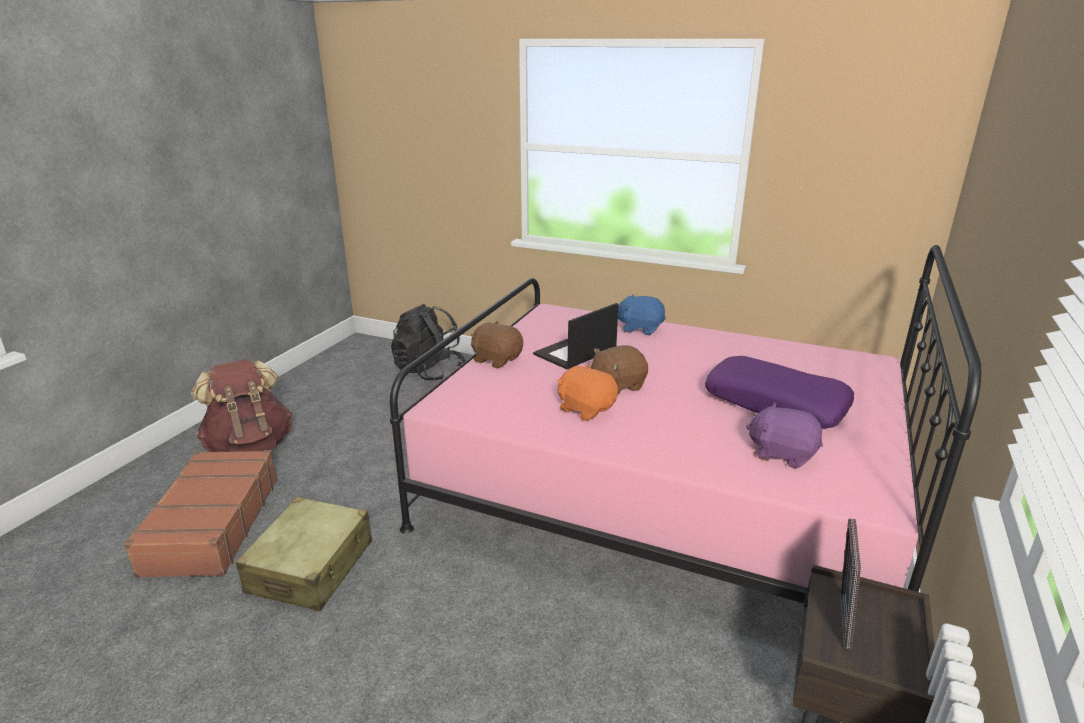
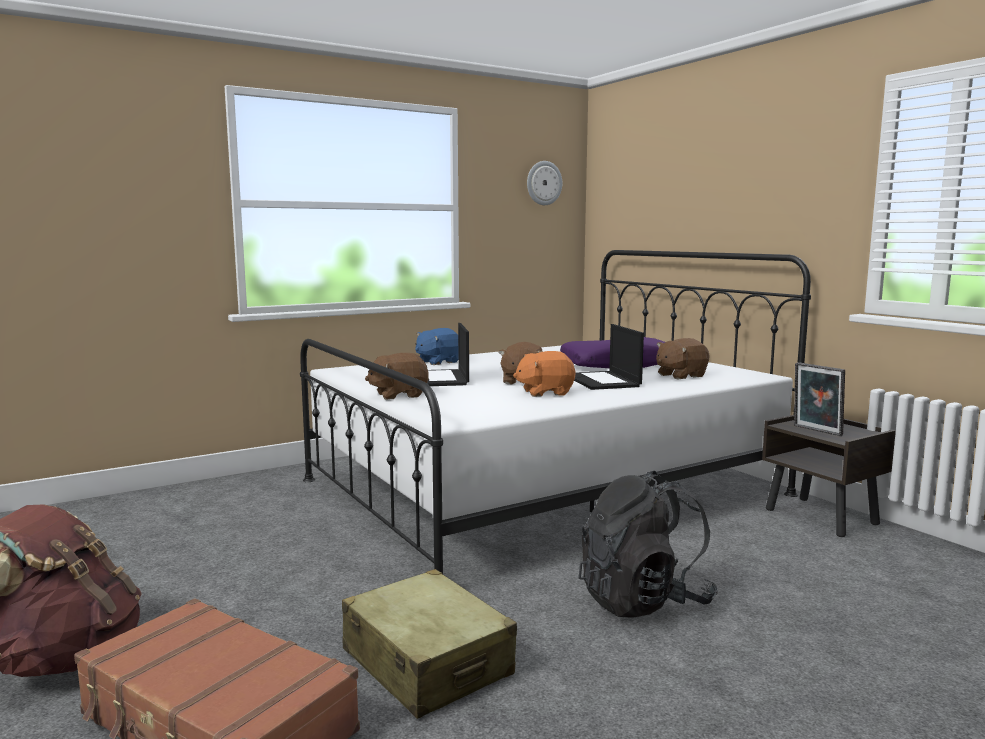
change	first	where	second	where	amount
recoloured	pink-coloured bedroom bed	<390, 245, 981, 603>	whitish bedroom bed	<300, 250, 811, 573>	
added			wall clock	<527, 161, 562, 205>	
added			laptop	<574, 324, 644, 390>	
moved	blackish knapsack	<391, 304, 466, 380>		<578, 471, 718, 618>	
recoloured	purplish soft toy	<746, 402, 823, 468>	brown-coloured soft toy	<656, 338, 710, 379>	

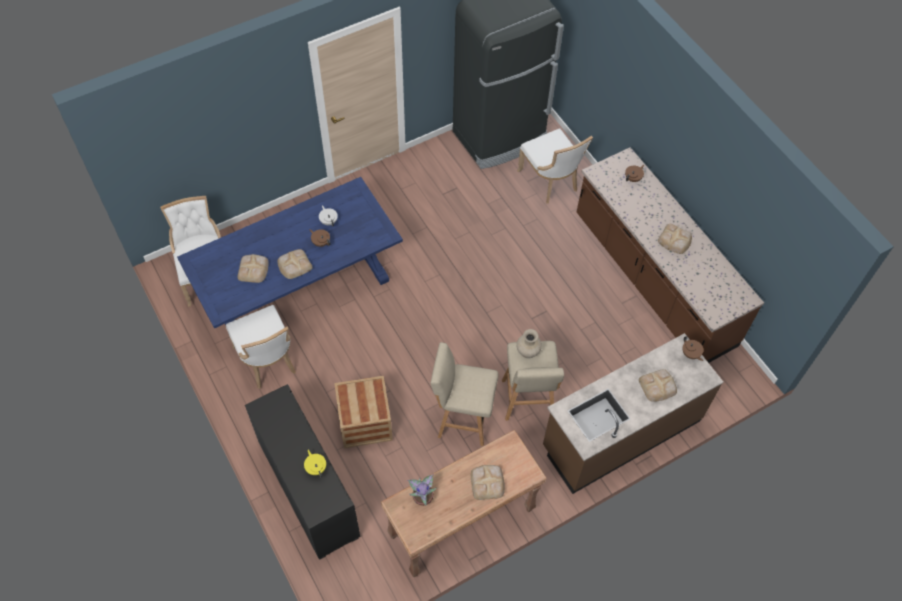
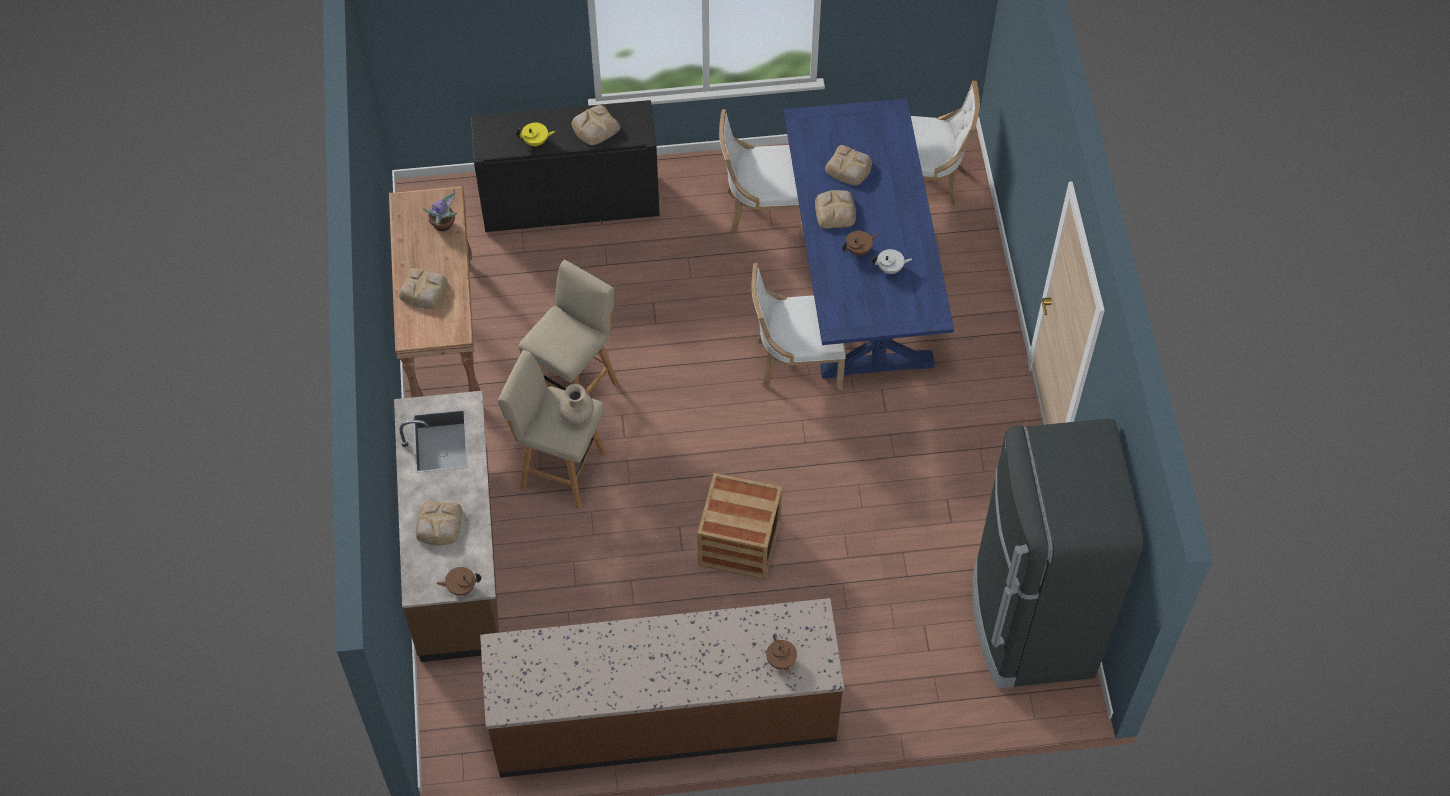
change	first	where	second	where	amount
moved	bread	<658, 224, 692, 254>		<572, 105, 621, 145>	
moved	shipping crate	<334, 376, 393, 448>		<697, 473, 782, 580>	
moved	whitish plain chair	<517, 128, 593, 204>		<751, 263, 846, 390>	

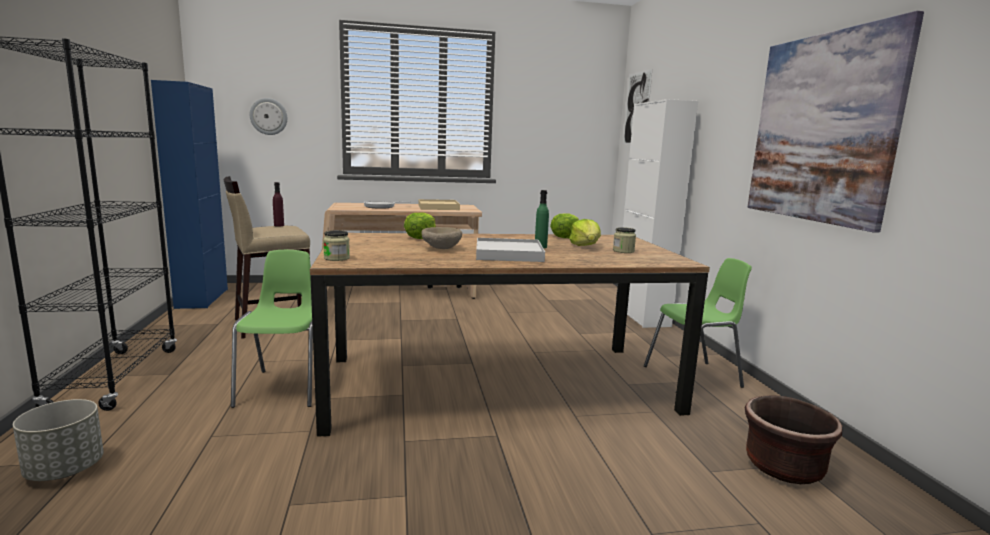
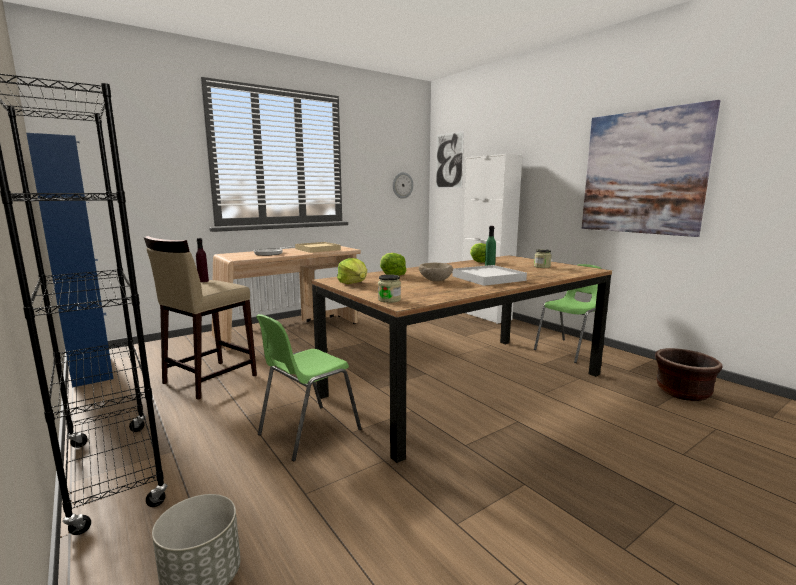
change	first	where	second	where	amount
turned	greenish plain chair	<231, 250, 313, 408>		<256, 314, 362, 461>	105 degrees counterclockwise
moved	head of lettuce	<569, 219, 601, 246>		<337, 258, 367, 284>	
moved	wall clock	<250, 98, 287, 135>		<393, 172, 413, 199>	

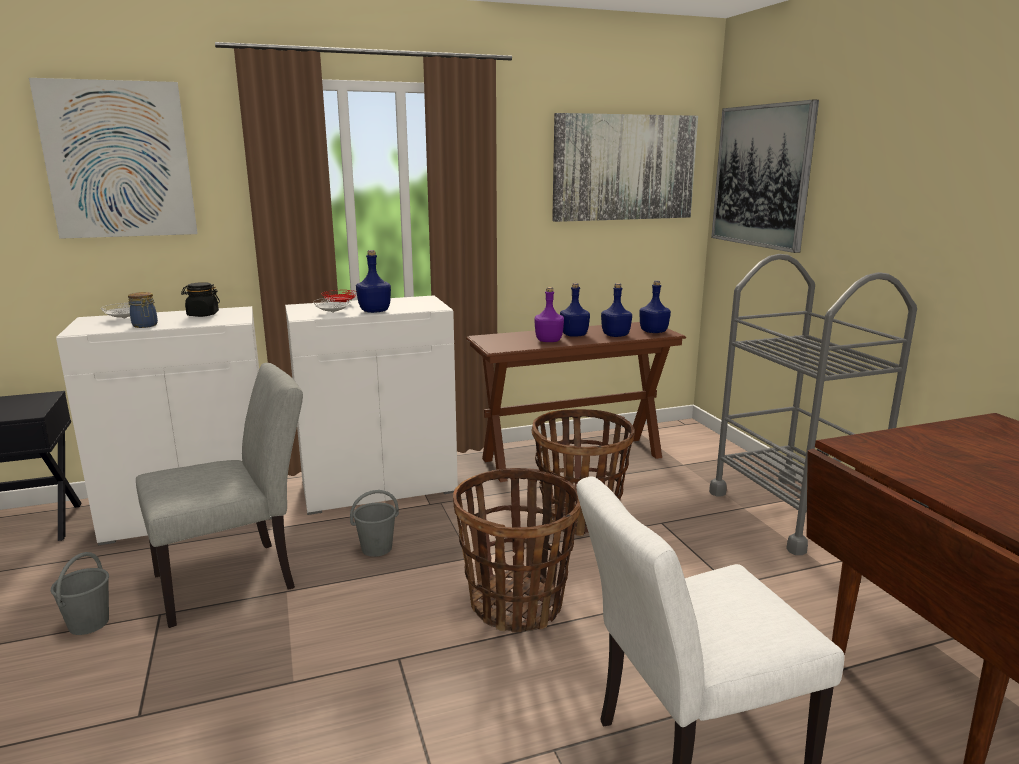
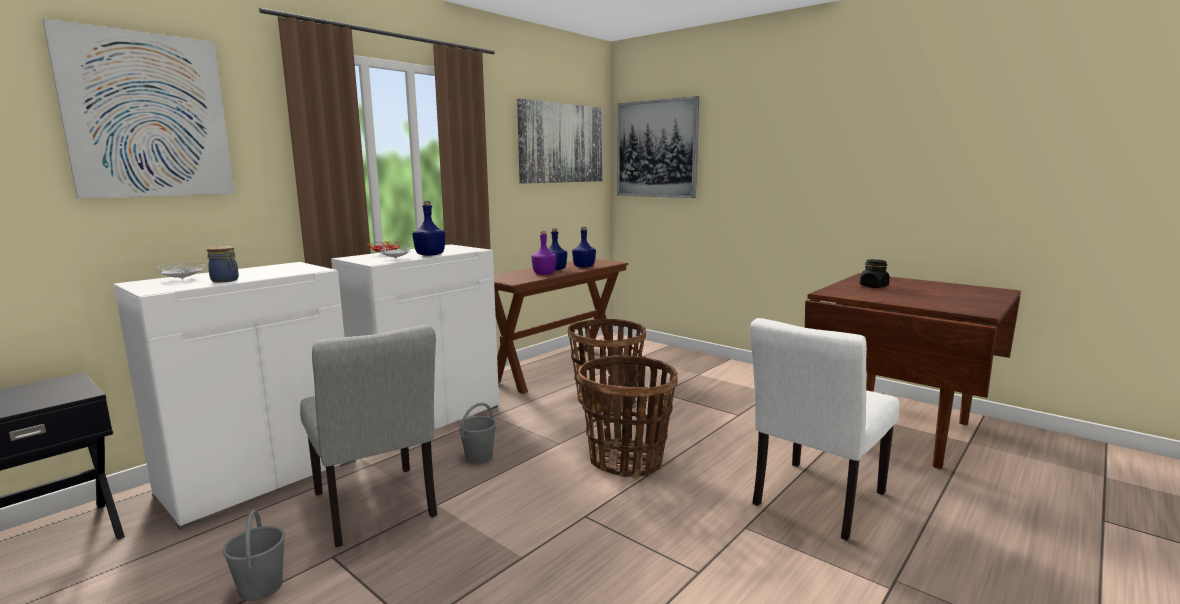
change	first	where	second	where	amount
turned	grey plain chair	<136, 363, 303, 628>		<300, 325, 437, 547>	120 degrees clockwise
moved	blackish jar	<181, 282, 220, 317>		<859, 259, 890, 288>	
removed	blue bottle	<639, 280, 671, 333>			
removed	grey wheeled cart	<709, 254, 917, 555>			

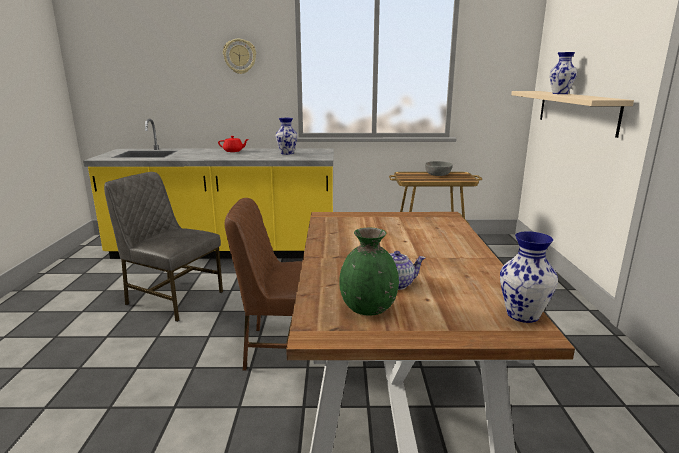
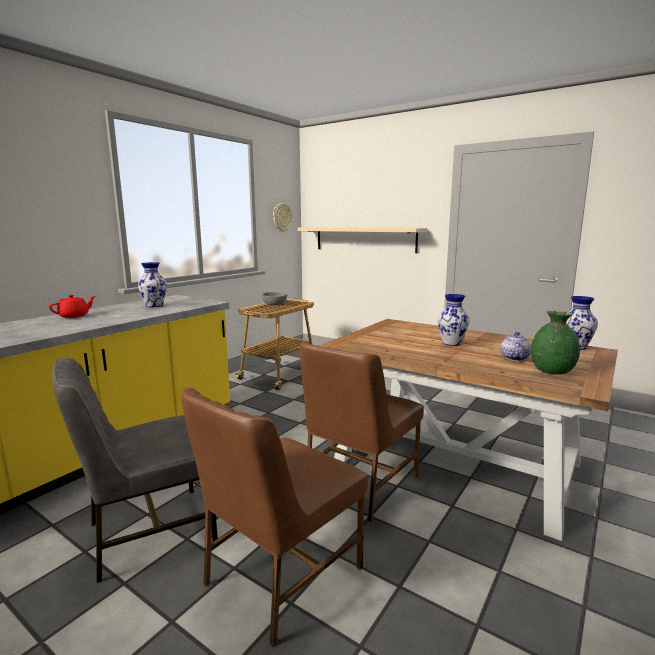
change	first	where	second	where	amount
added			brown-coloured plain chair	<181, 388, 368, 647>	
moved	wall clock	<223, 39, 256, 74>		<273, 203, 292, 232>	
moved	decorative vase	<550, 52, 577, 94>		<437, 294, 470, 346>	

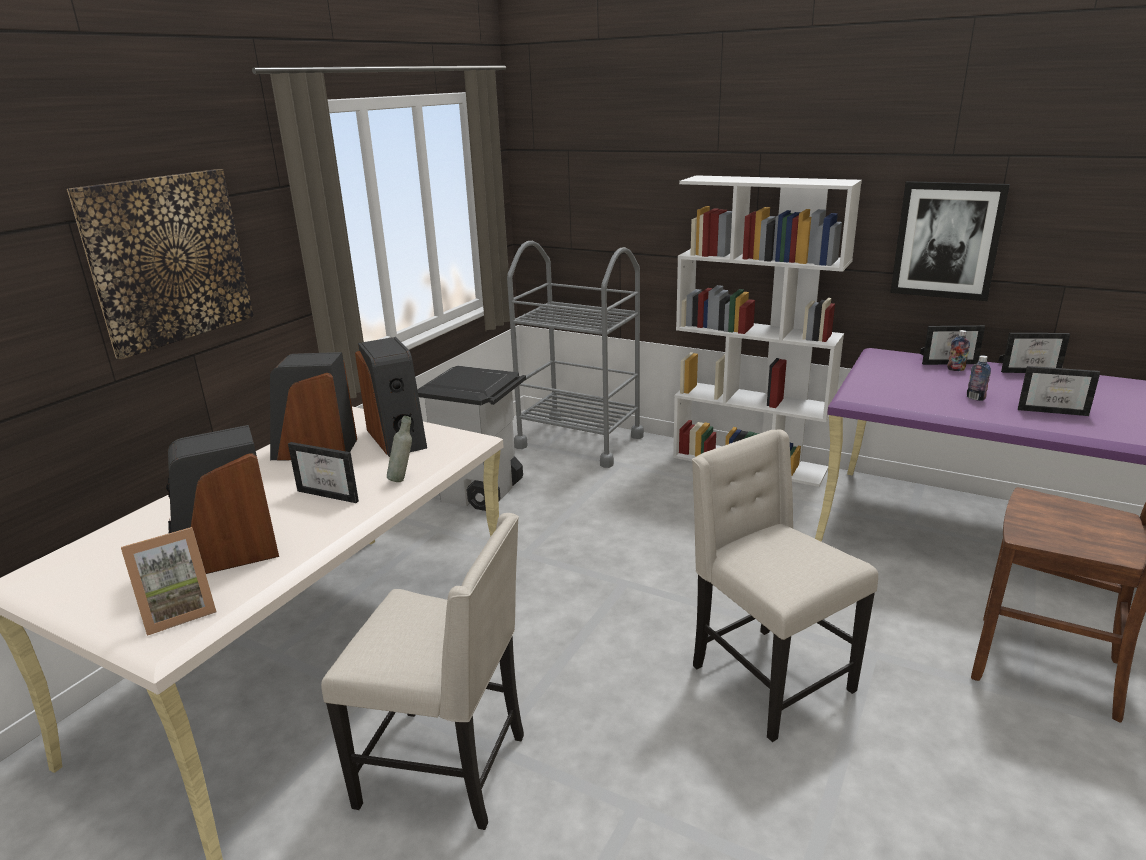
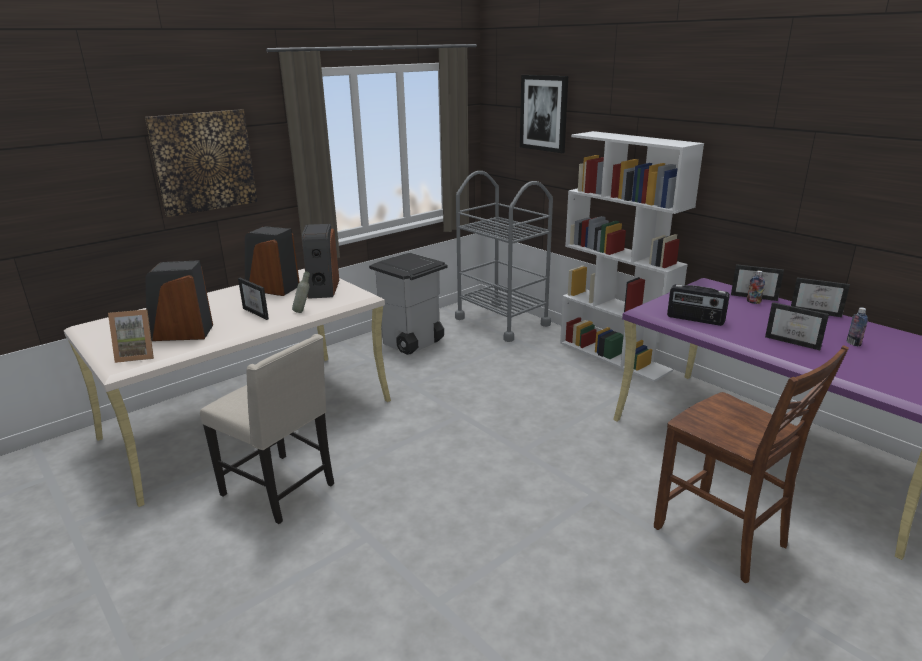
change	first	where	second	where	amount
moved	wall picture	<890, 181, 1010, 301>		<520, 75, 568, 153>	
added			radio	<667, 284, 730, 326>	
moved	bottle	<967, 355, 991, 401>		<847, 307, 868, 347>	
removed	beige-coloured plain chair	<692, 429, 878, 742>			

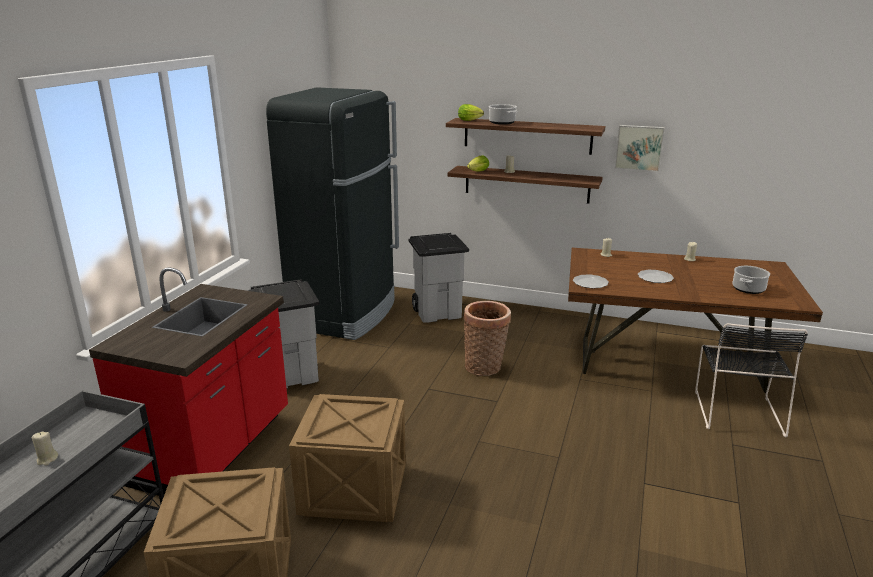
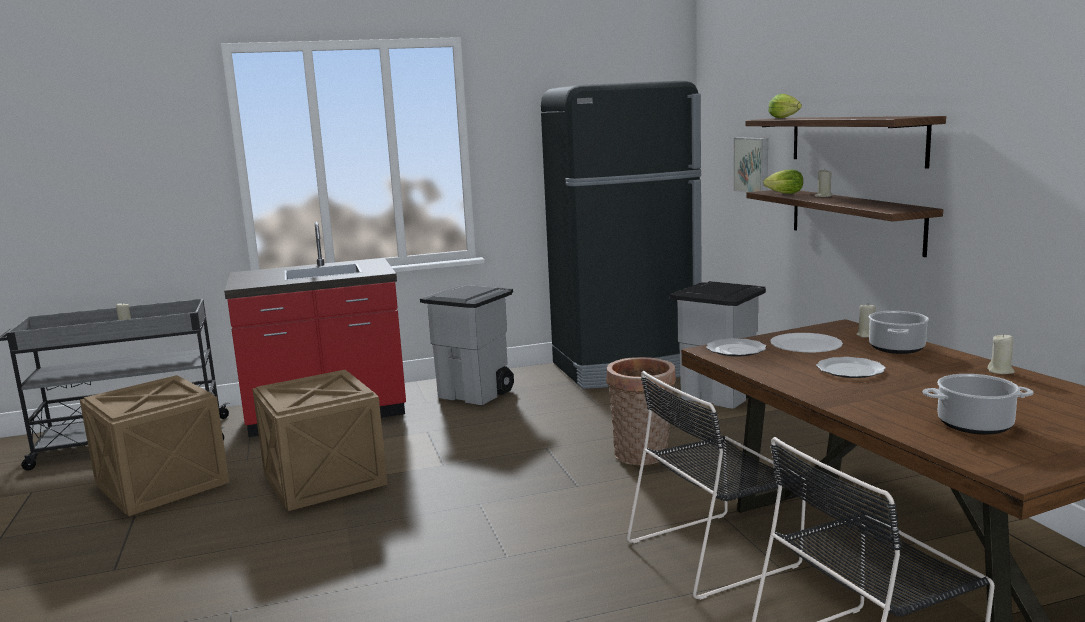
change	first	where	second	where	amount
added			blackish plain chair	<627, 371, 807, 600>	
moved	wall picture	<615, 125, 665, 172>		<733, 137, 768, 193>	
added			whitish plate	<770, 333, 843, 352>	
moved	cooking pot	<489, 104, 517, 125>		<869, 311, 929, 354>	

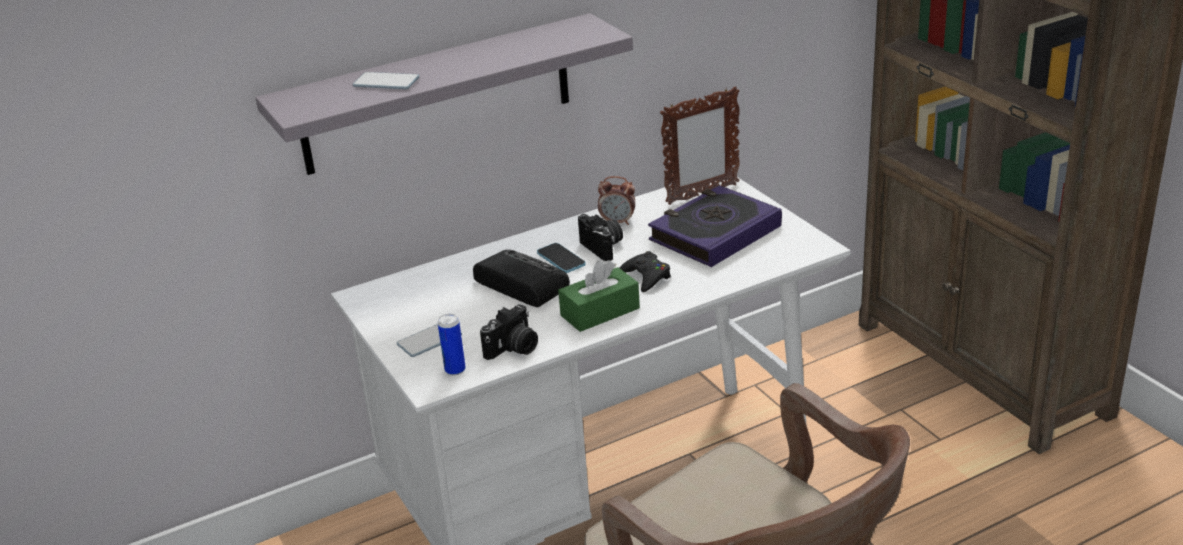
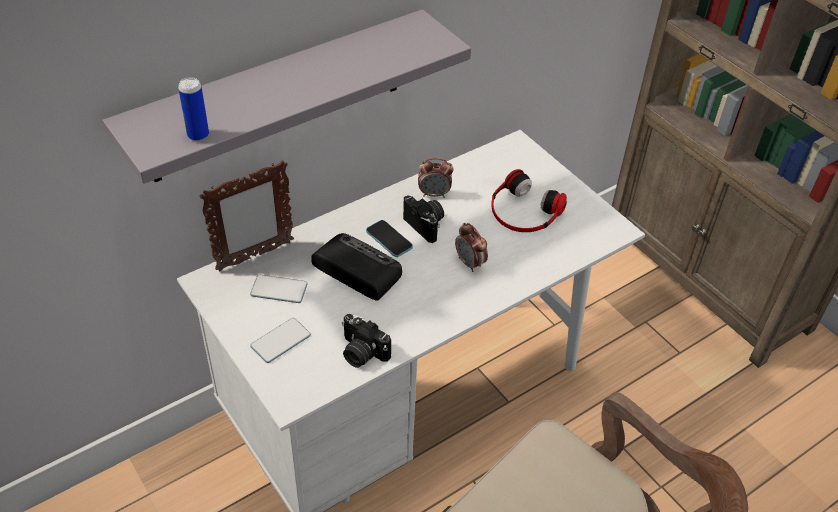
change	first	where	second	where	amount
moved	can	<438, 314, 466, 375>		<178, 77, 209, 141>	
moved	picture frame	<660, 86, 740, 205>		<199, 161, 294, 271>	
moved	handset	<353, 72, 419, 89>		<250, 275, 308, 303>	
turned	still camera	<480, 305, 538, 360>		<342, 314, 391, 368>	90 degrees clockwise
replaced	blackish game controller	<619, 251, 671, 292>	bedside clock	<455, 223, 488, 272>	
replaced	book	<648, 185, 782, 267>	pair of headphones	<491, 169, 567, 232>	
removed	greenish tissue box	<558, 260, 640, 332>			

